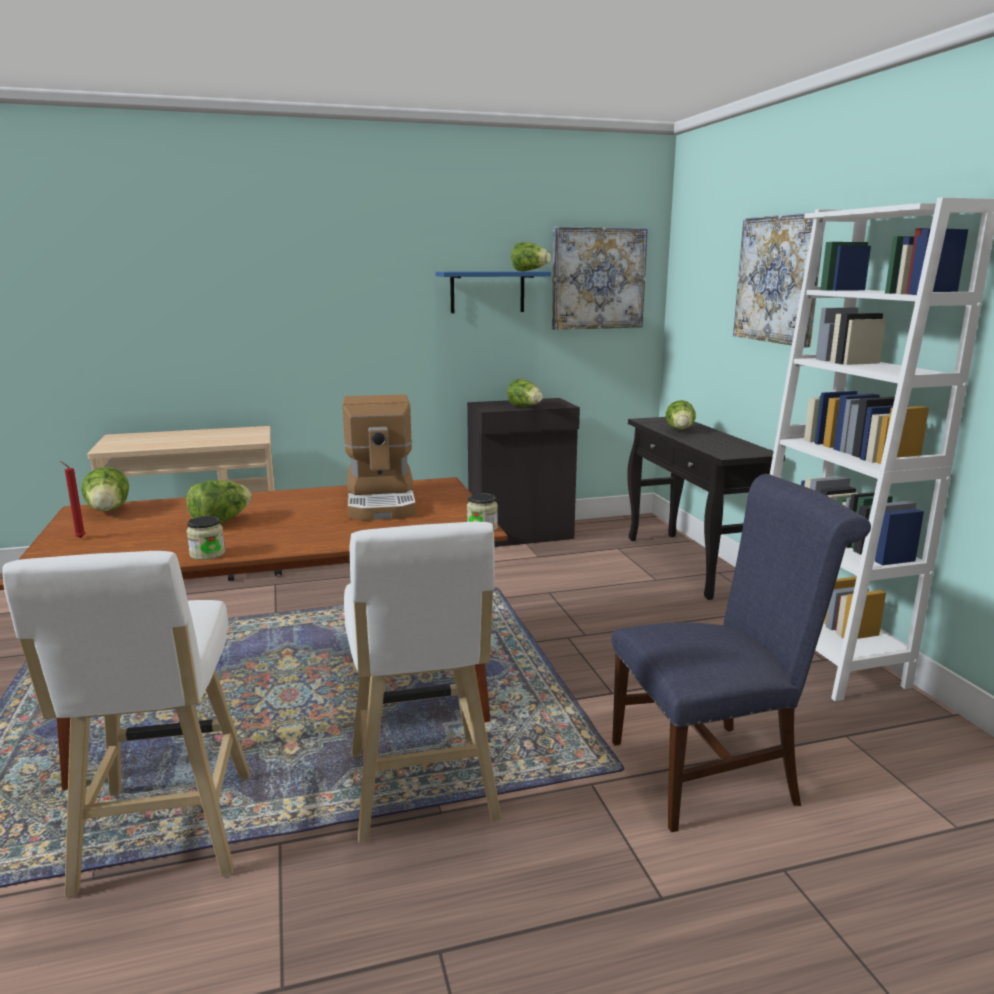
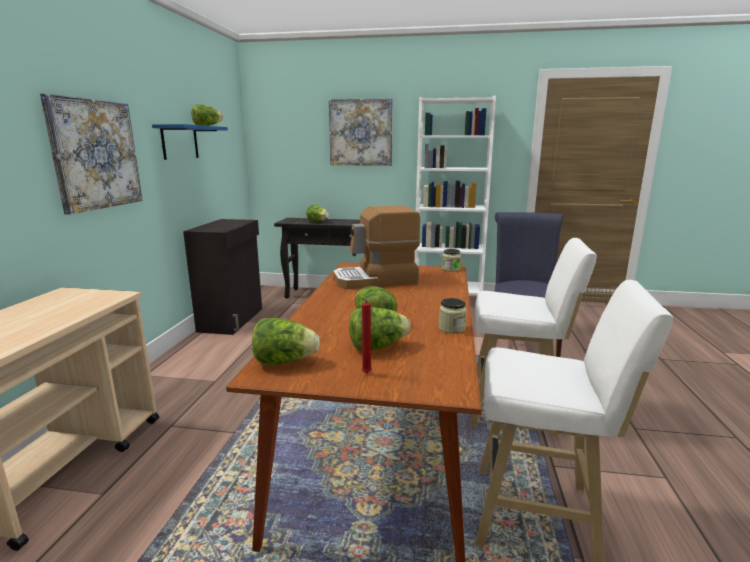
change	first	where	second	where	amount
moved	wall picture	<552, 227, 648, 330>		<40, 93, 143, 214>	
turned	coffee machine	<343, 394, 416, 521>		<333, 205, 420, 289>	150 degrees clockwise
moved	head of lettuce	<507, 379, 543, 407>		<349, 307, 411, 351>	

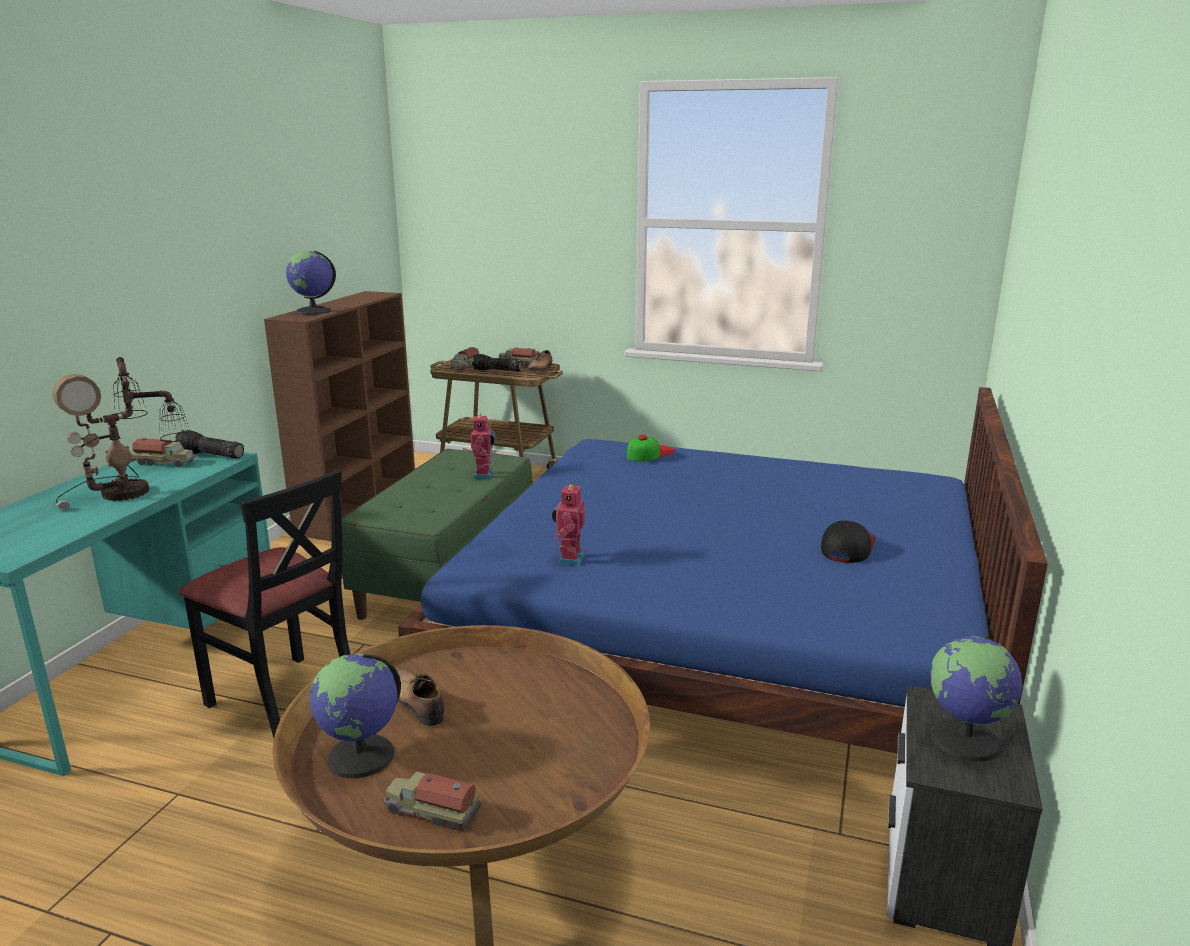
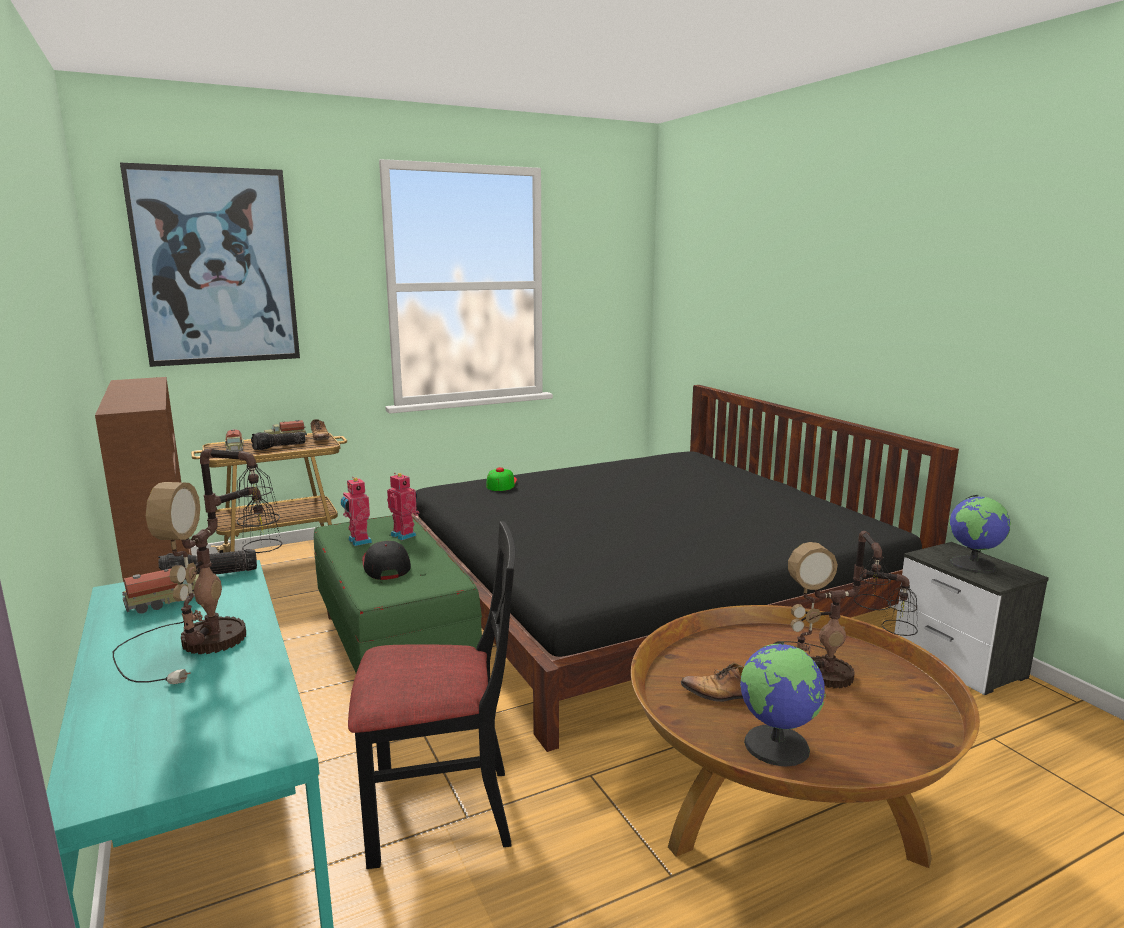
change	first	where	second	where	amount
added			wall picture	<120, 163, 300, 367>	
moved	model robot	<552, 482, 585, 565>		<341, 477, 372, 546>	
moved	cap	<821, 521, 875, 563>		<362, 541, 411, 580>	
recoloured	blue bedroom bed	<398, 387, 1048, 754>	blackish bedroom bed	<412, 385, 959, 752>	
added			tabletop lamp	<783, 531, 918, 689>	
removed	desk globe	<286, 250, 336, 315>			
removed	toy lorry	<384, 771, 481, 830>			

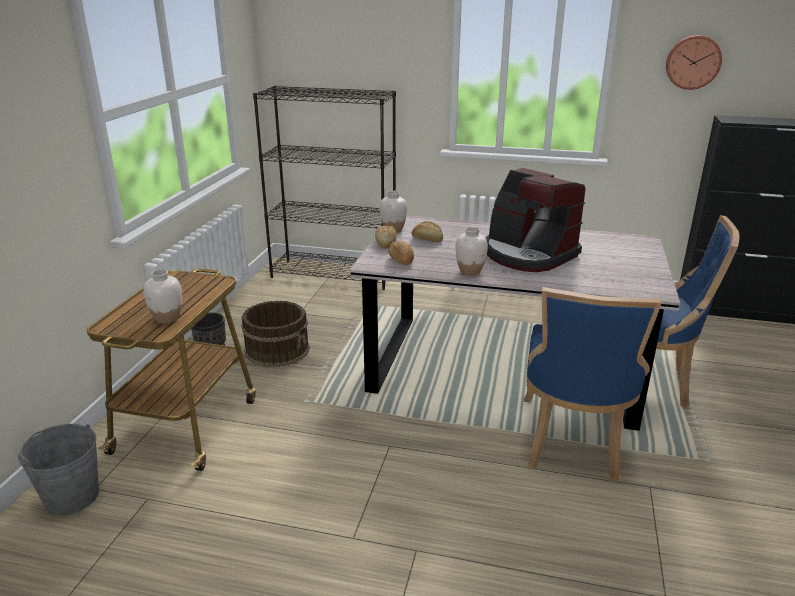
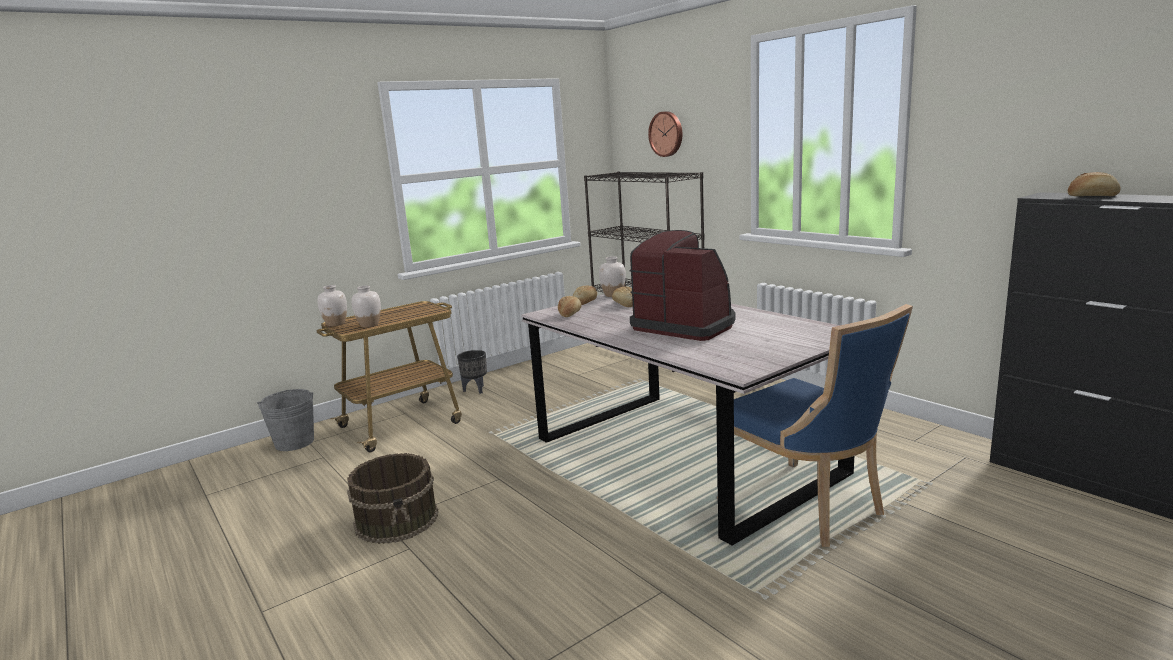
change	first	where	second	where	amount
moved	whitish decorative vase	<455, 227, 488, 276>		<317, 285, 347, 326>	
moved	brown-coloured bucket	<241, 301, 310, 367>		<347, 453, 439, 544>	
turned	coffee machine	<486, 168, 585, 272>		<629, 230, 735, 341>	135 degrees clockwise
moved	wall clock	<666, 35, 722, 90>		<648, 111, 682, 157>	
added			bread	<1068, 172, 1121, 196>	
removed	blue plain chair	<524, 287, 662, 482>			

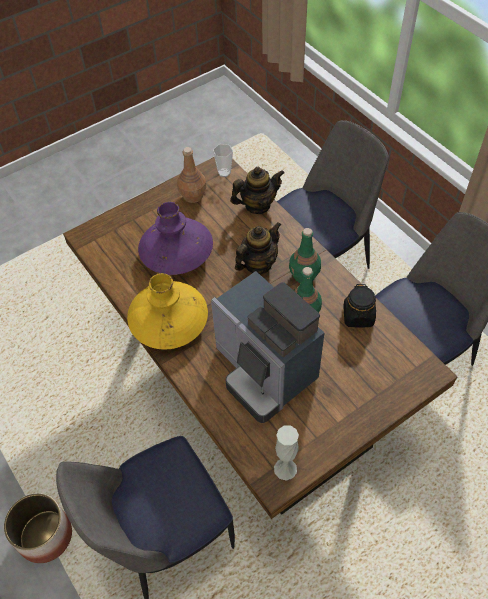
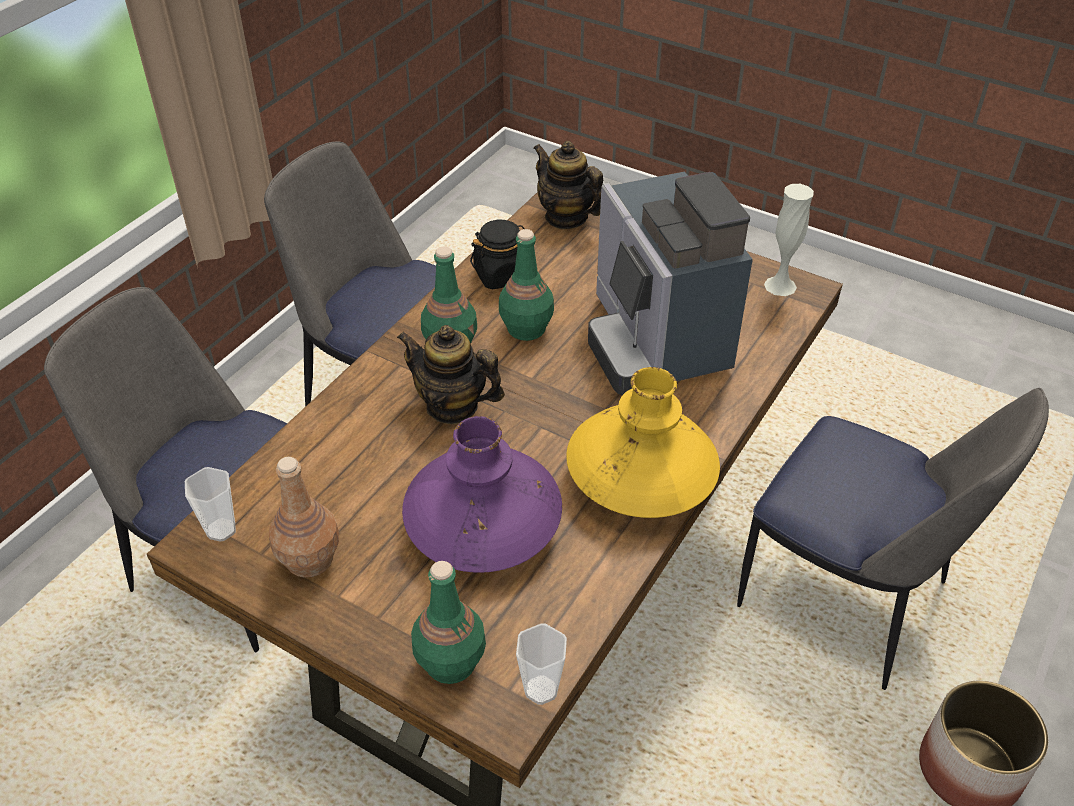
change	first	where	second	where	amount
added			greenish bottle	<411, 561, 486, 684>	
added			cup	<516, 623, 567, 705>	
moved	pot for tea	<230, 167, 284, 214>		<533, 141, 603, 229>	
turned	coffee machine	<211, 271, 324, 423>		<588, 172, 753, 395>	135 degrees clockwise

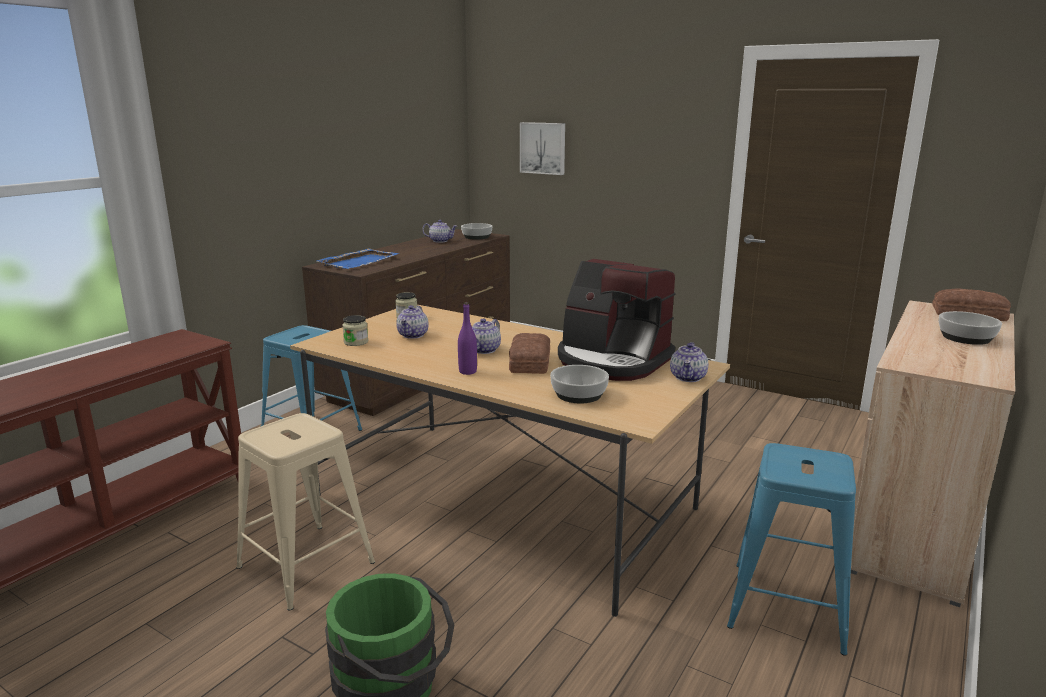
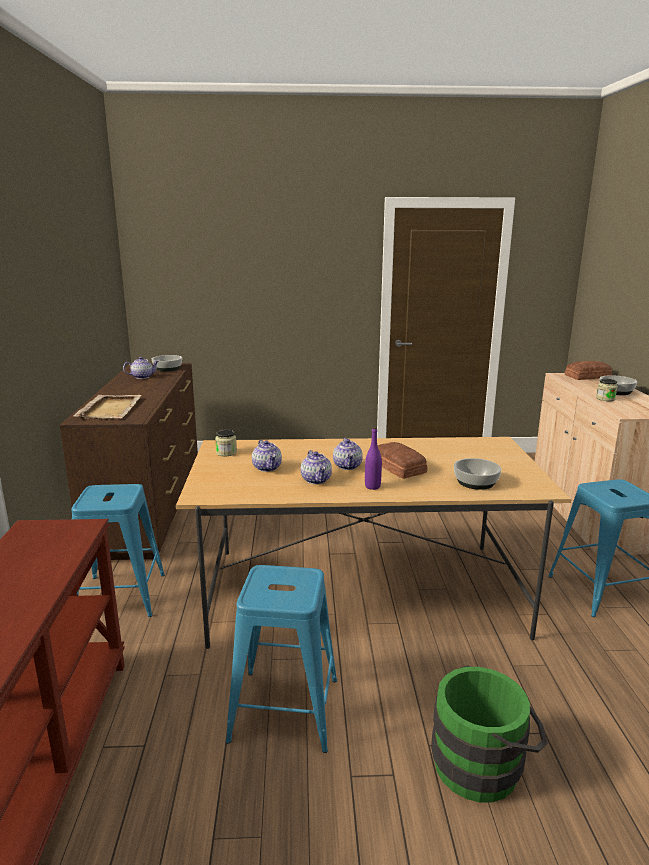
change	first	where	second	where	amount
recoloured	blue serving tray	<317, 249, 399, 269>	beige-coloured serving tray	<74, 395, 141, 420>	
recoloured	beige-coloured stool	<236, 413, 375, 610>	blue stool	<226, 565, 337, 753>	
moved	pot for tea	<670, 342, 708, 382>		<301, 450, 332, 484>	
moved	jar	<342, 315, 368, 346>		<596, 379, 618, 401>	
removed	wall picture	<520, 122, 565, 175>			
removed	coffee machine	<558, 259, 676, 381>			

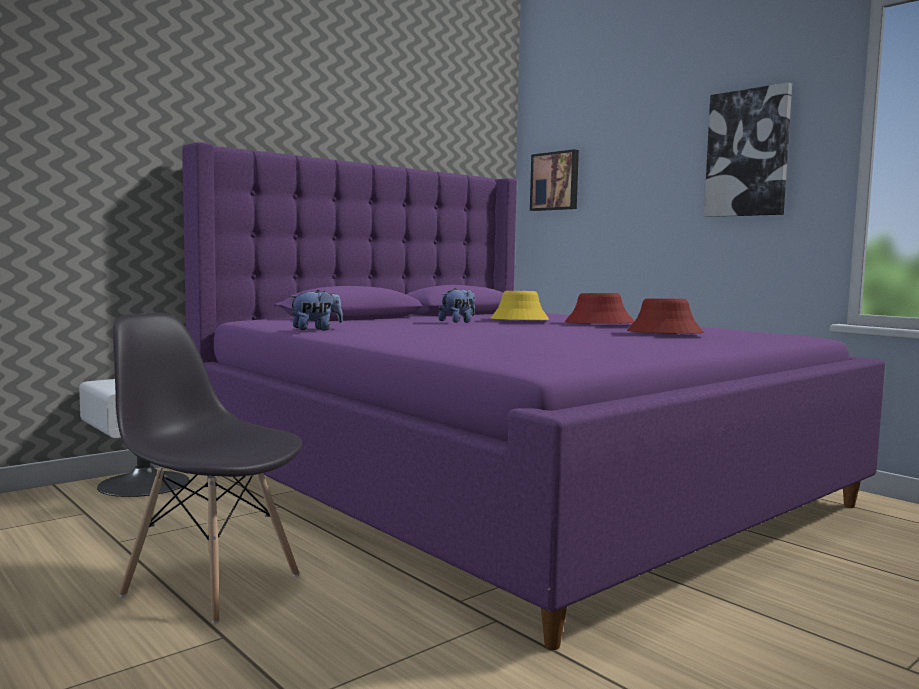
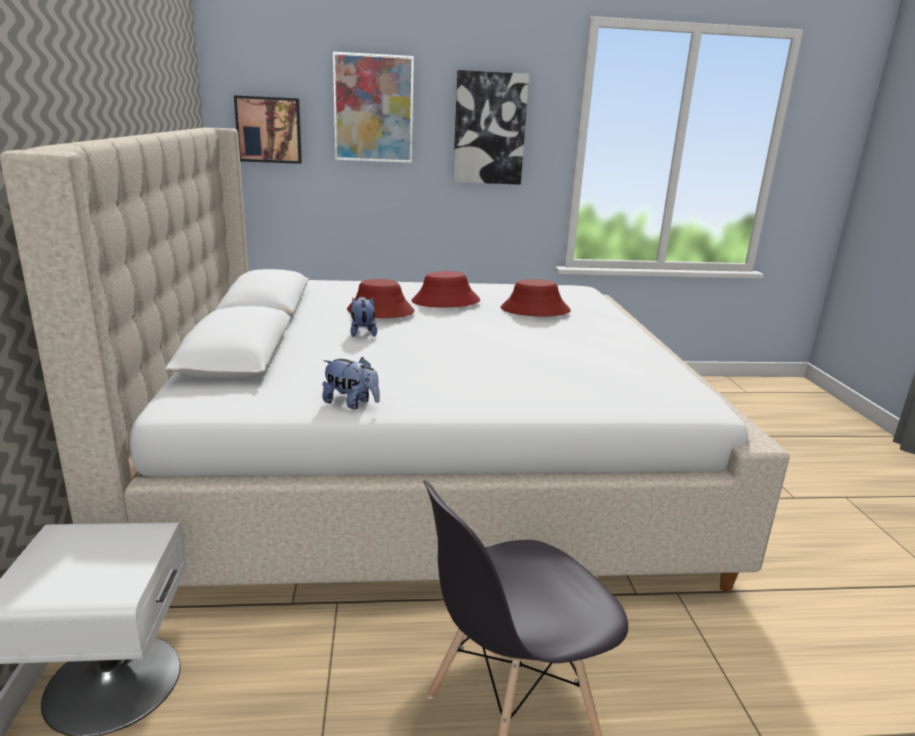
change	first	where	second	where	amount
recoloured	purplish bedroom bed	<182, 142, 885, 650>	beige-coloured bedroom bed	<0, 127, 790, 592>	
turned	soft toy	<289, 290, 343, 331>		<322, 357, 380, 409>	105 degrees clockwise
added			wall picture	<333, 52, 414, 163>	
recoloured	yellow hat	<491, 291, 549, 320>	red-coloured hat	<347, 279, 415, 318>	

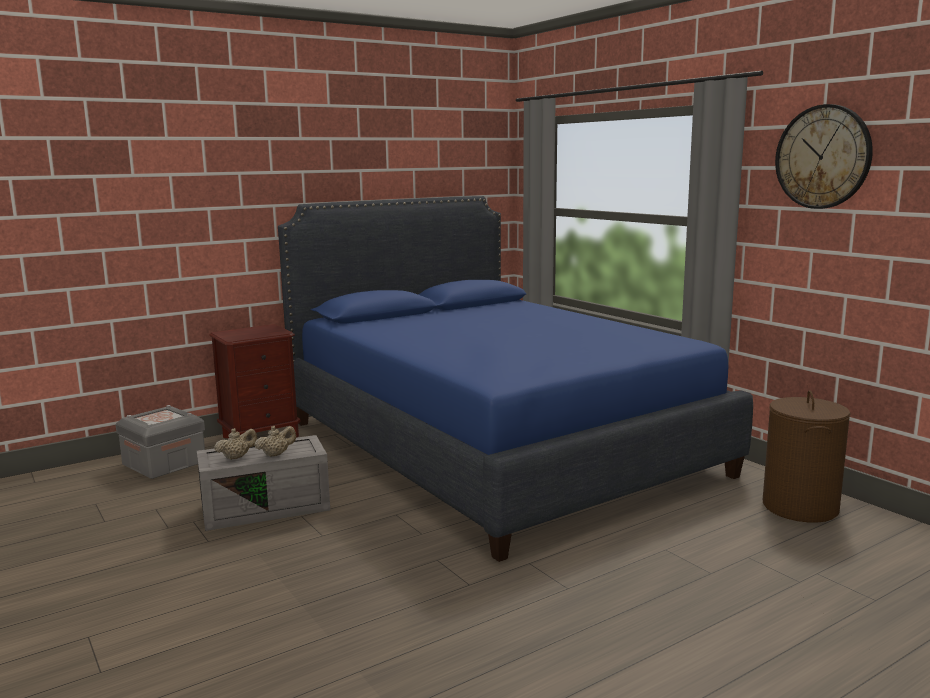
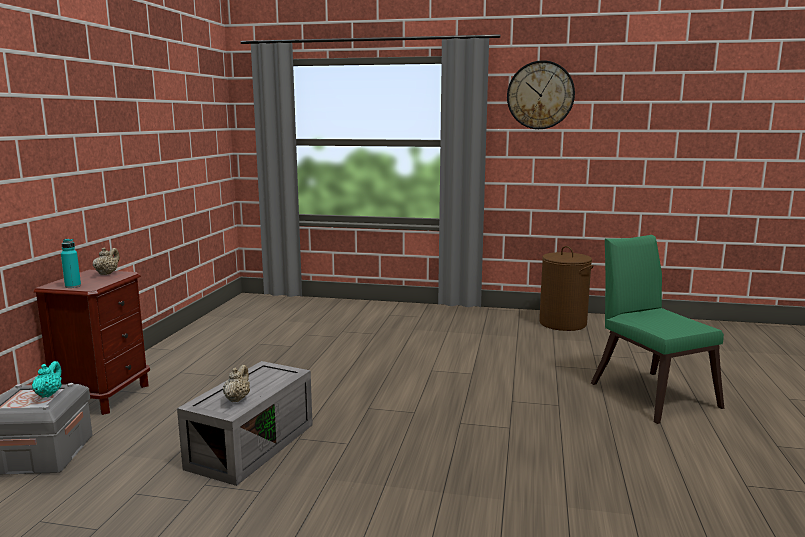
change	first	where	second	where	amount
added			blue-green pot for tea	<32, 361, 62, 398>	
added			blue-green bottle	<61, 239, 81, 288>	
moved	beige-coloured pot for tea	<254, 426, 296, 457>		<93, 247, 120, 275>	
added			greenish plain chair	<591, 235, 724, 424>	
removed	blue bedroom bed	<278, 196, 753, 562>			

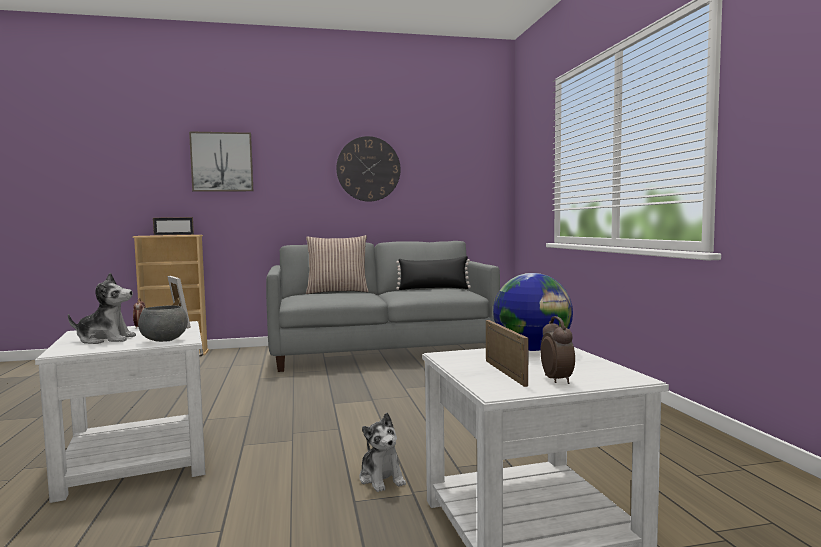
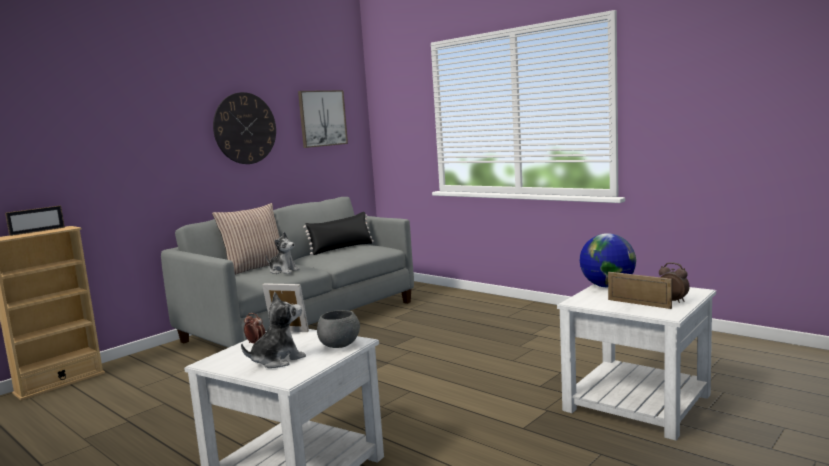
change	first	where	second	where	amount
moved	soft toy	<359, 413, 406, 492>		<266, 232, 300, 274>	
moved	wall picture	<189, 131, 253, 192>		<298, 90, 348, 148>	

